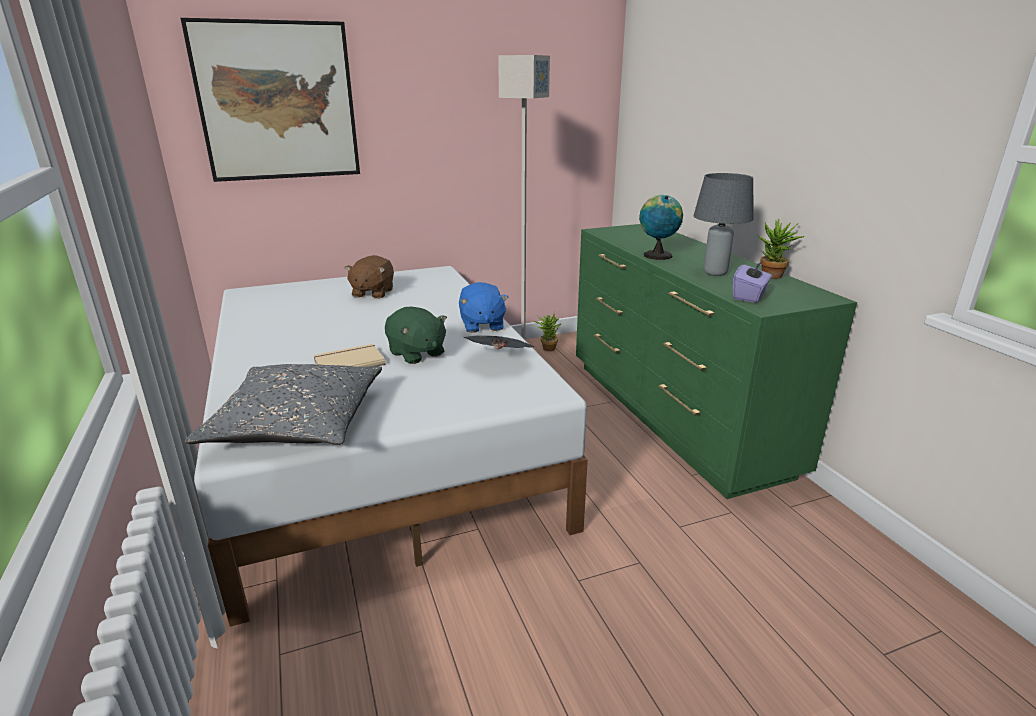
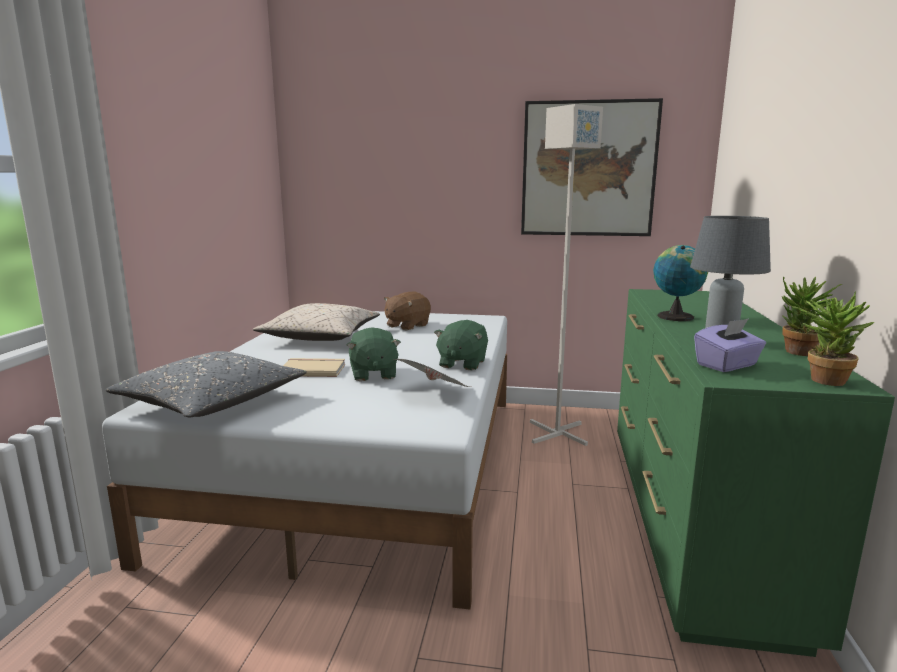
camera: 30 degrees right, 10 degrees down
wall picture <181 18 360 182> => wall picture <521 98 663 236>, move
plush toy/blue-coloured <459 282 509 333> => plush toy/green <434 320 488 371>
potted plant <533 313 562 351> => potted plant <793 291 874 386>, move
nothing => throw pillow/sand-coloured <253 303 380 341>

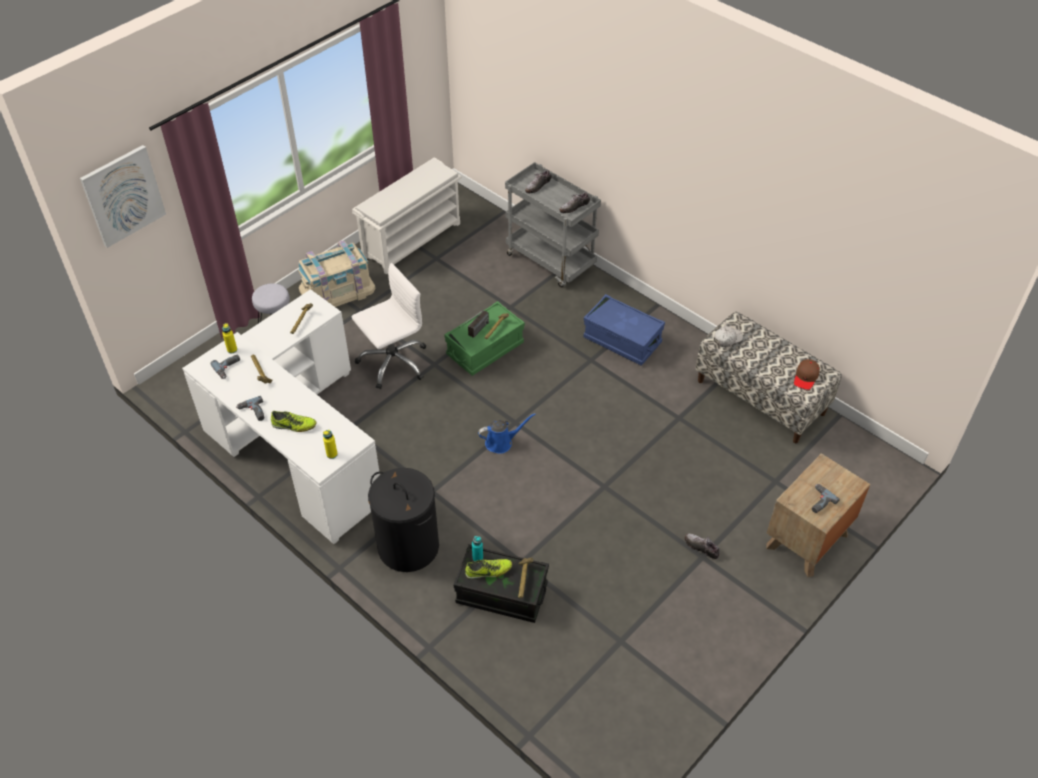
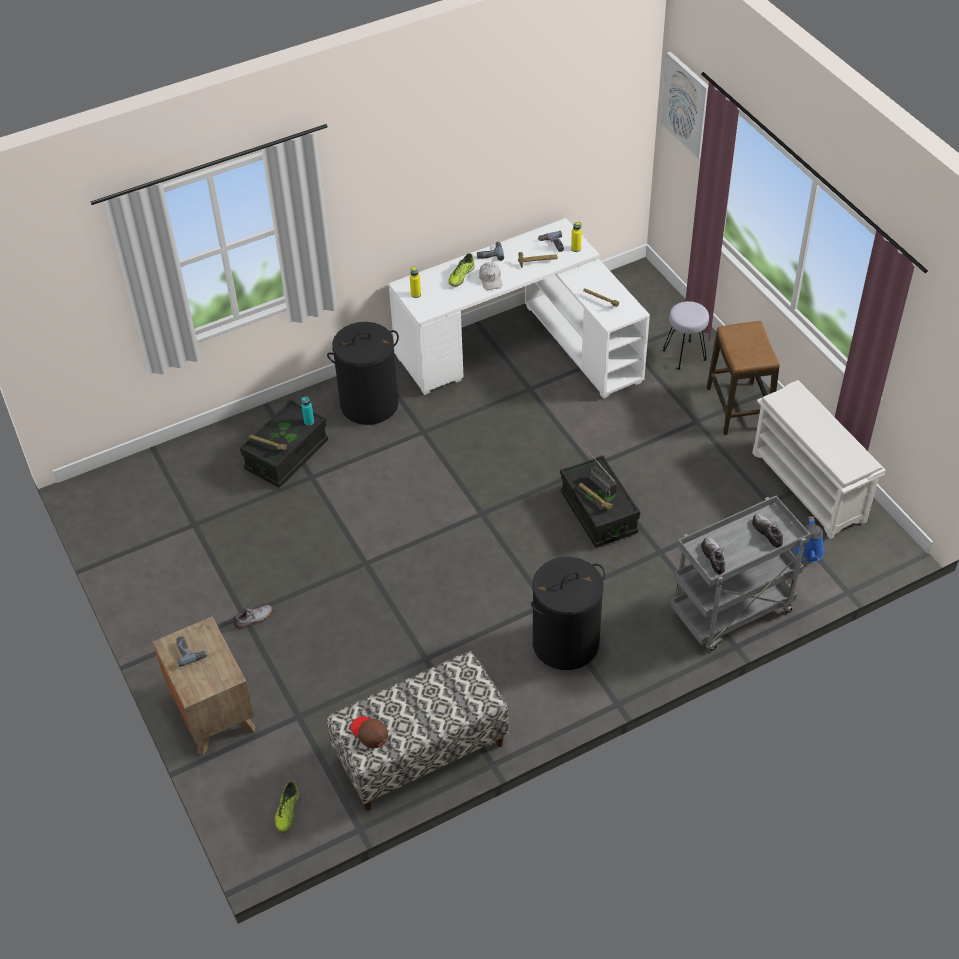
camera: 110 degrees right, 0 degrees up
storage bin/sand-coloured <298 240 375 307> => stool seat <707 321 780 435>
computer chair/whitish <352 263 426 389> => nothing
storage bin/green <444 301 525 376> => storage bin/black <560 455 640 548>
shoe <465 559 512 579> => shoe <275 781 299 832>, move
watering pot/blue-coloured <478 413 536 454> => watering pot/blue-coloured <794 516 824 562>, move
storage bin/blue-coloured <583 294 665 366> => hamper/black <531 557 605 670>
peaked cap/whitish <714 326 743 347> => peaked cap/whitish <479 262 502 290>, move

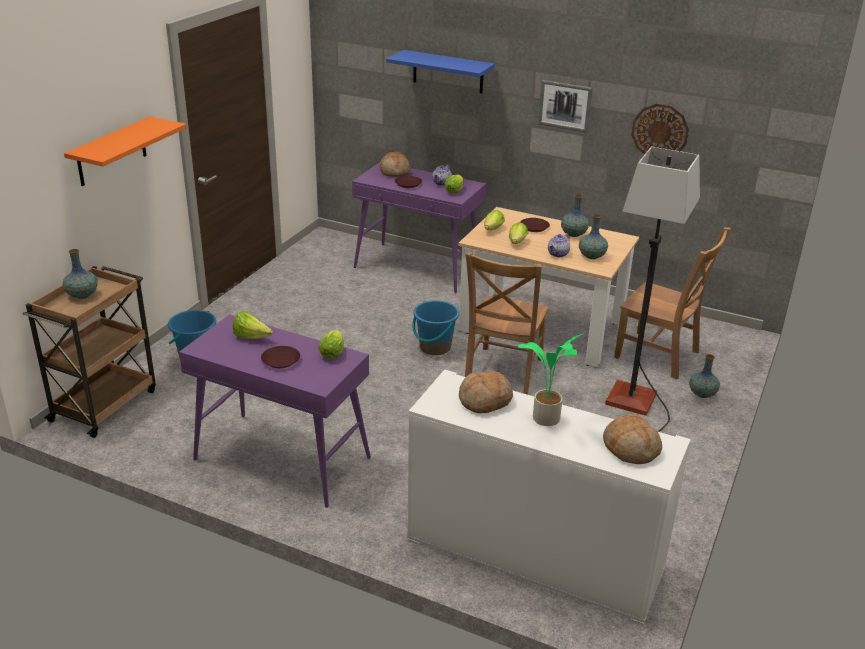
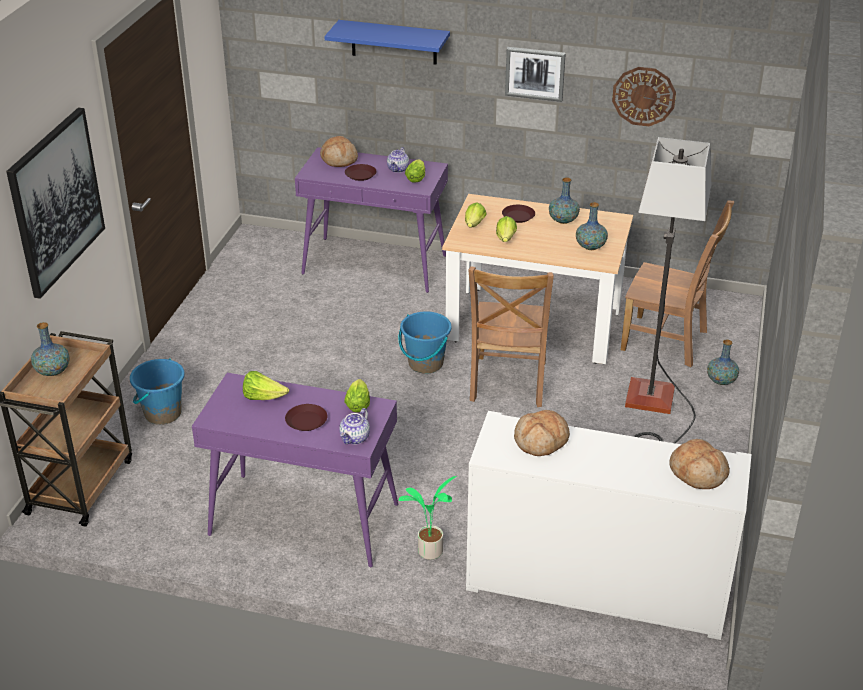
camera: 10 degrees left, 5 degrees up
wall shelf/orange-coloured <64 116 187 186> => wall picture <6 108 105 299>
potted plant <518 334 583 426> => potted plant <399 476 457 560>, move
teapot <548 233 570 257> => teapot <339 408 370 444>, move

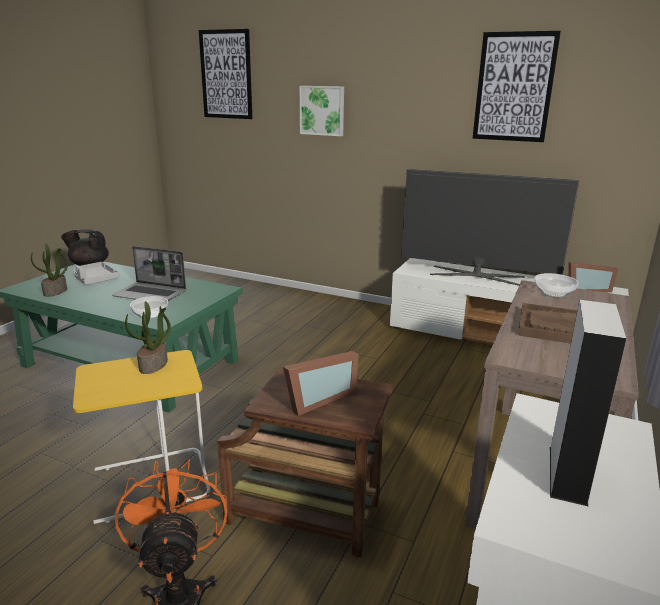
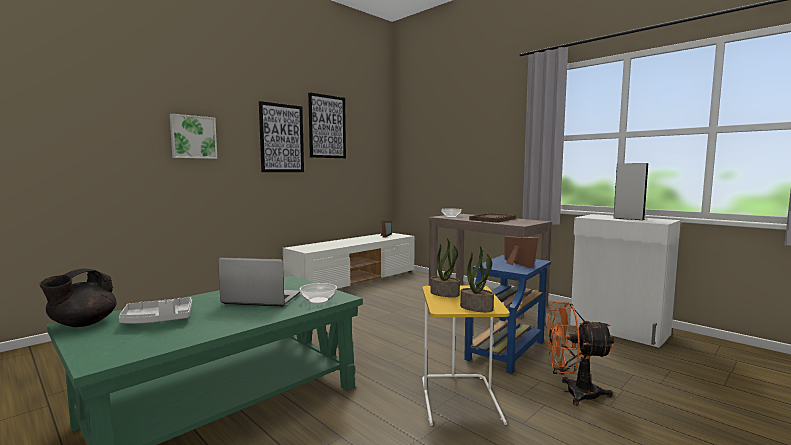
camera: 70 degrees left, 15 degrees down
potted plant <31 244 68 297> => potted plant <460 246 494 312>, move
laptop <112 246 186 301> => laptop <218 257 300 307>, 120 degrees counterclockwise
wall picture <199 29 252 119> => wall picture <259 101 304 172>, move
side table/brownish <217 366 393 558> => side table/blue-coloured <464 255 551 374>
TV set <401 169 579 286> => nothing

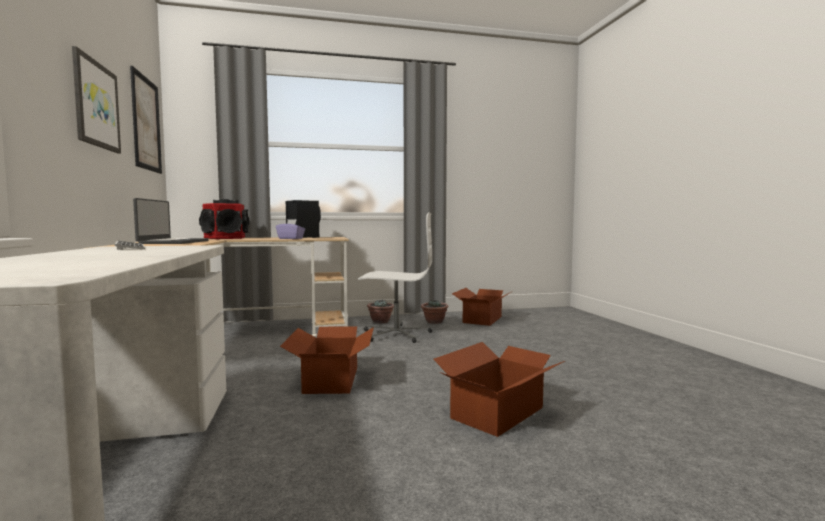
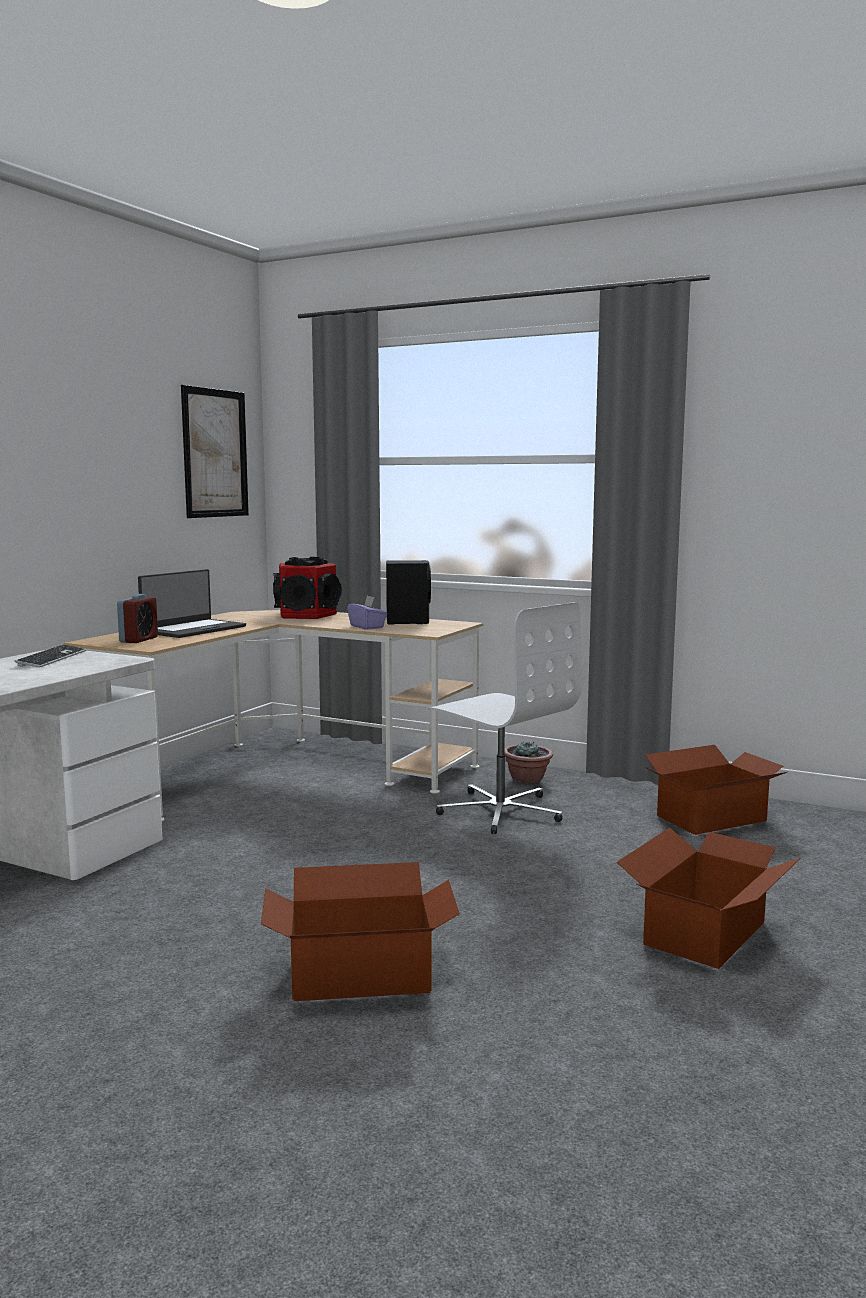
camera: 40 degrees right, 5 degrees up
wall picture <72 46 121 153> => nothing
cardboard box <280 326 374 394> => cardboard box <617 827 801 969>, move
potted plant <421 299 449 324> => nothing
nothing => bedside clock <117 594 158 643>

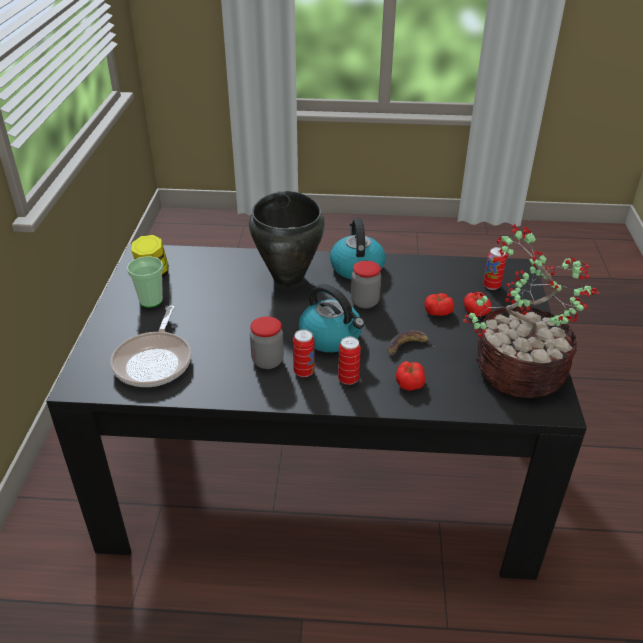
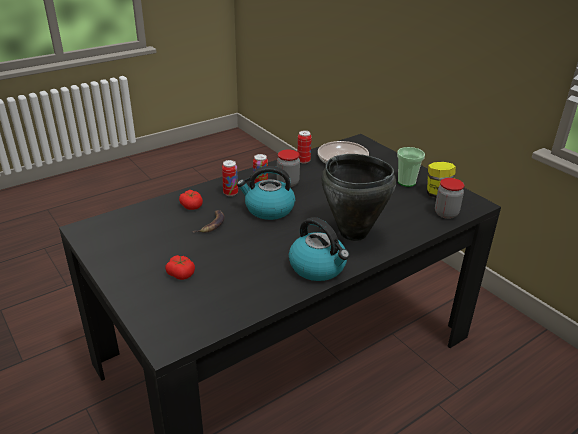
camera: 140 degrees right, 5 degrees down
storage jar <351 261 381 309> => storage jar <435 178 464 219>, move
fresh tomato <425 293 454 316> => nothing
potted plant <463 224 600 398> => nothing
sealed can <483 247 507 290> => sealed can <297 130 312 164>, move

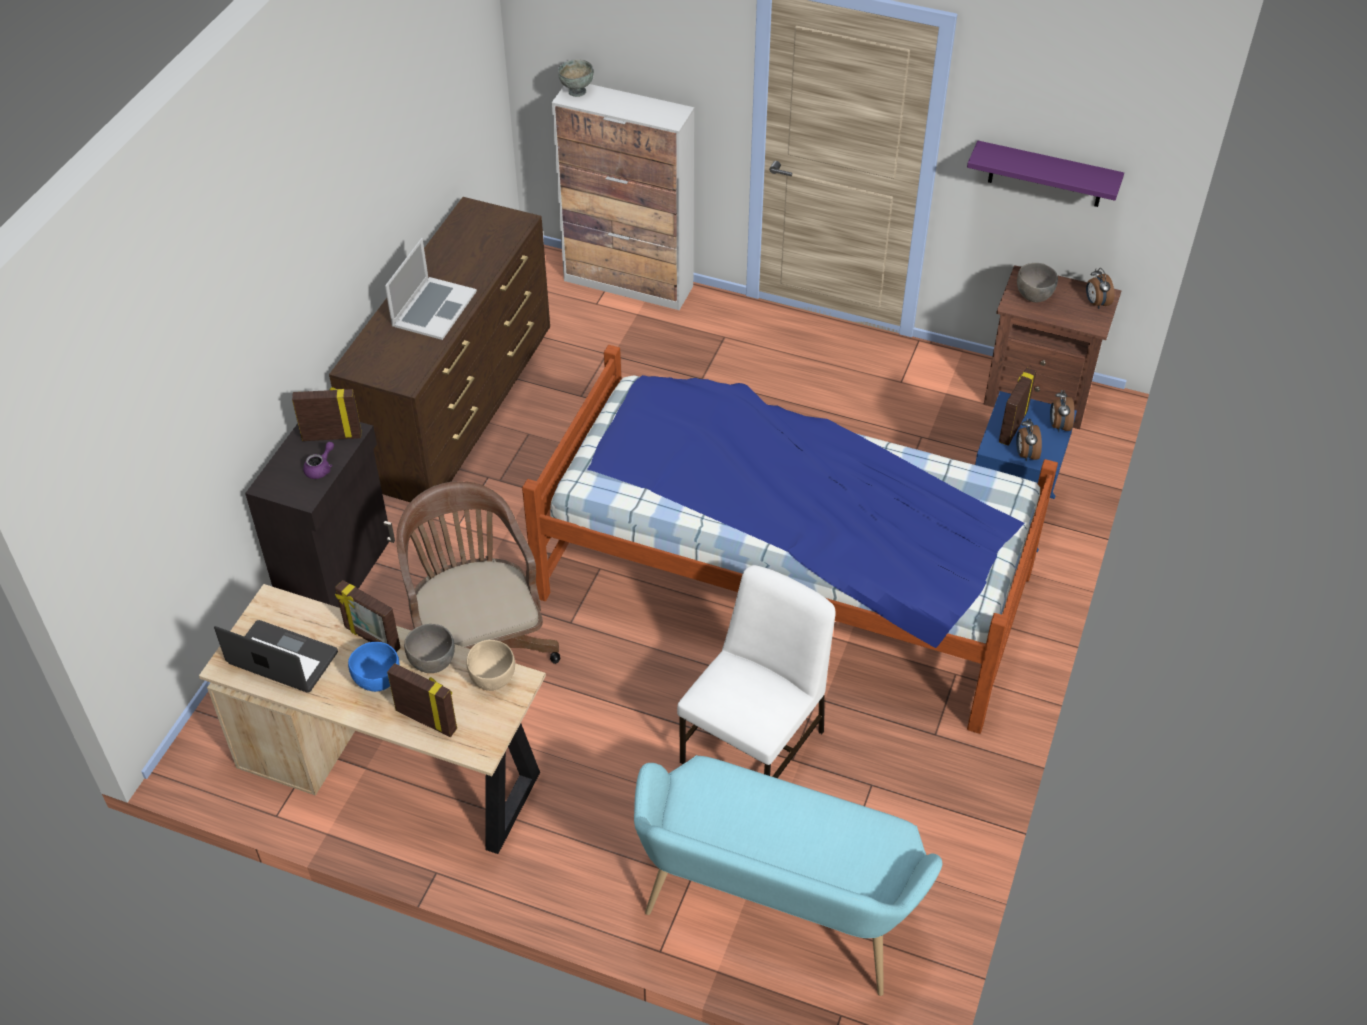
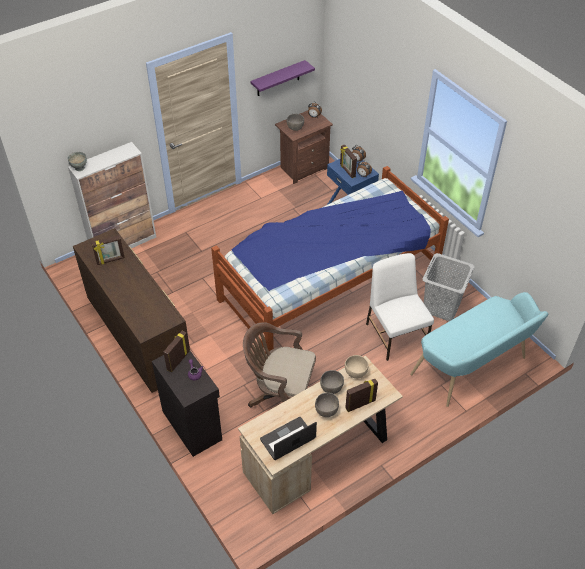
camera: 55 degrees left, 0 degrees up
picture frame <335 580 401 652> => picture frame <91 235 125 265>, move
deep dish/blue-coloured <348 642 400 692> => deep dish/grey <315 393 339 417>
laptop <385 238 477 340> => nothing
nothing => hamper/grey <423 253 475 321>

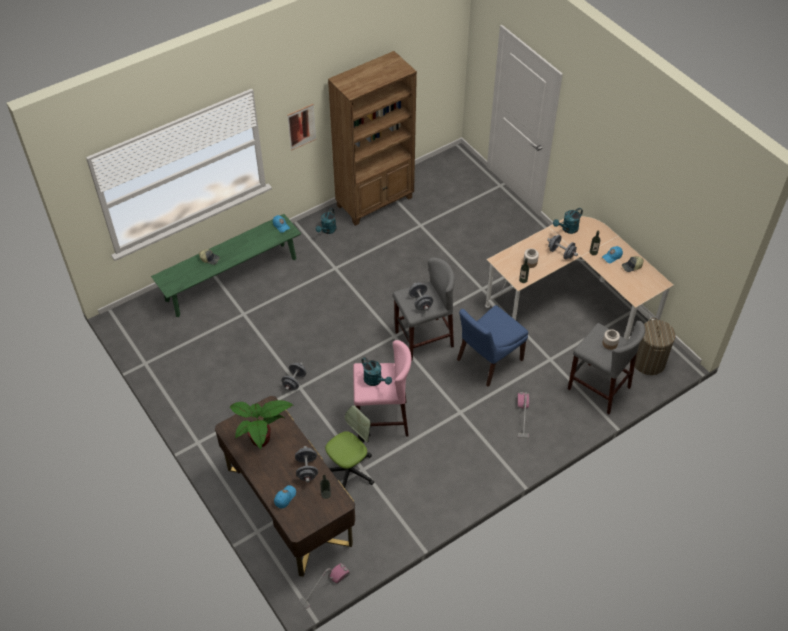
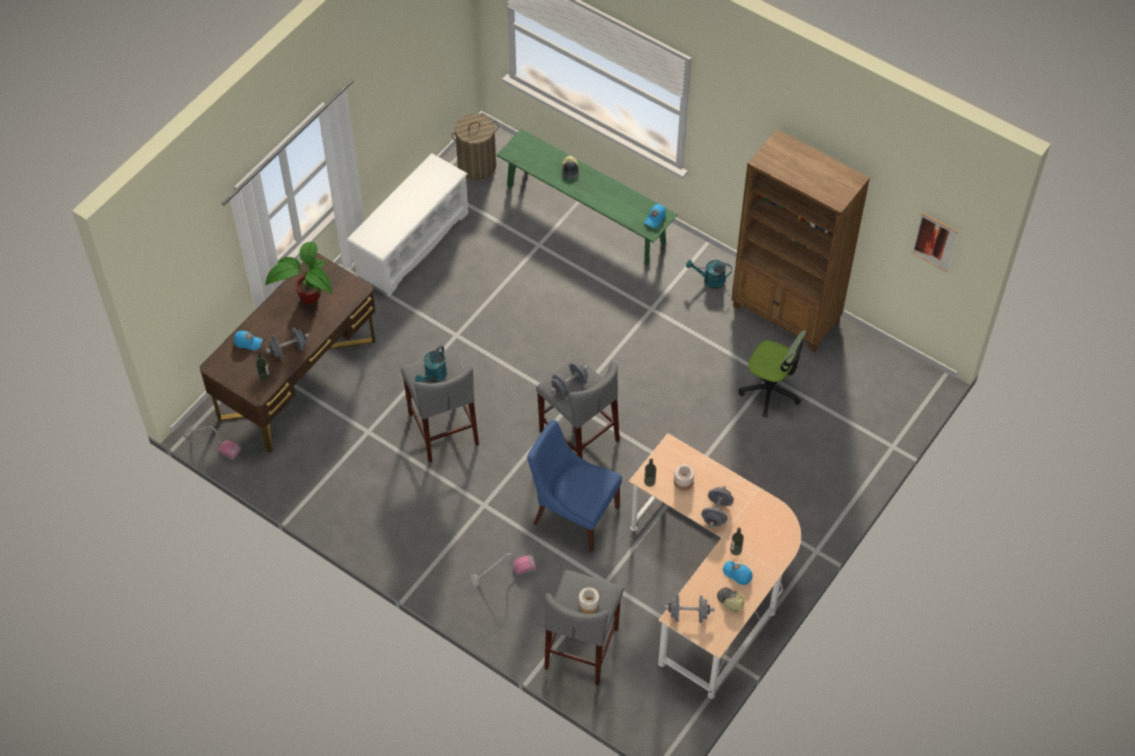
camera: 70 degrees right, 5 degrees up
free weight/grey <281 363 307 391> => free weight/grey <664 594 714 623>, move
wall picture <287 104 316 151> => wall picture <912 213 959 272>, move
computer chair <325 405 374 488> => computer chair <739 330 807 418>, move
stool seat/pink-coloured <353 340 411 438> => stool seat/grey <401 350 479 462>
watering pot/blue-green <553 208 583 234> => nothing
hamper <635 318 676 375> => hamper <451 114 499 180>, move
nothing => shoe rack/whitish <346 153 468 297>

